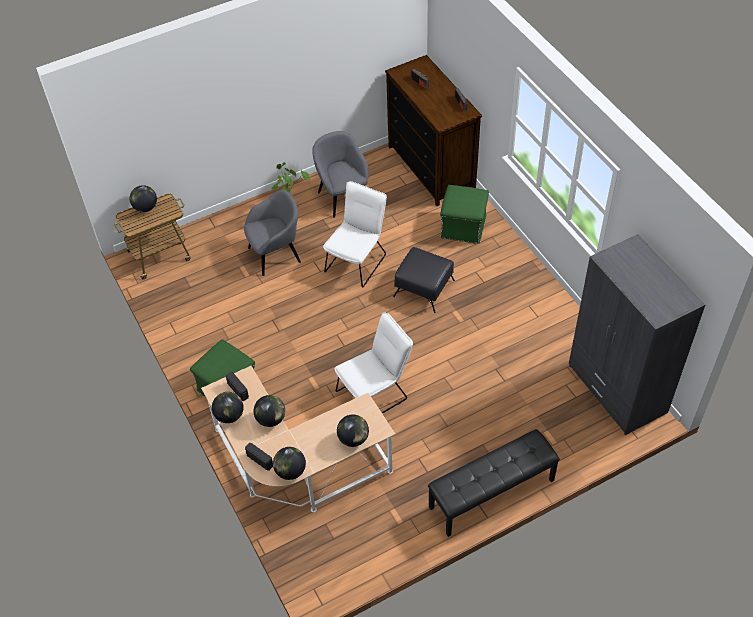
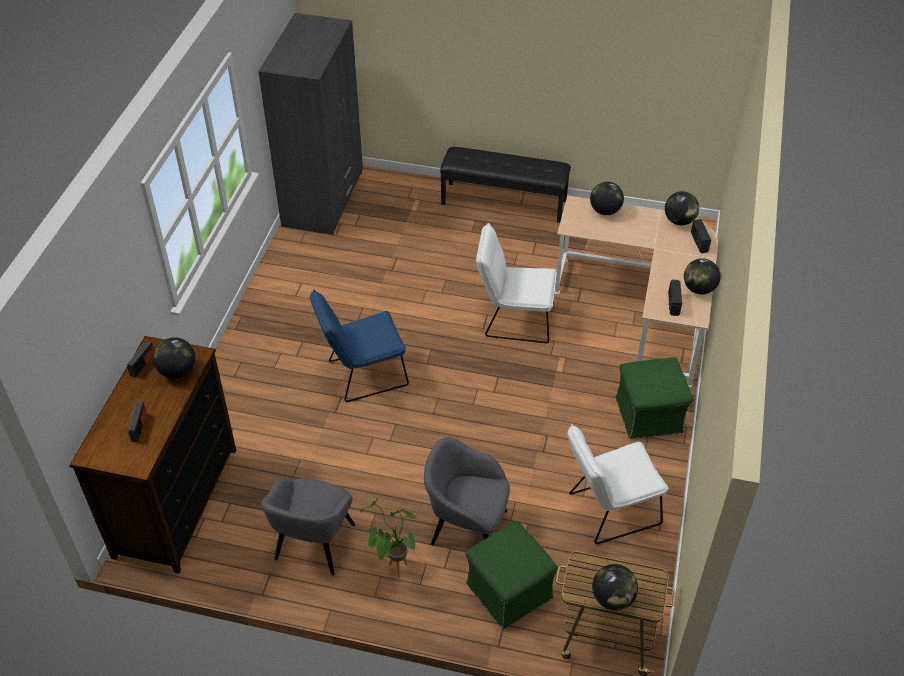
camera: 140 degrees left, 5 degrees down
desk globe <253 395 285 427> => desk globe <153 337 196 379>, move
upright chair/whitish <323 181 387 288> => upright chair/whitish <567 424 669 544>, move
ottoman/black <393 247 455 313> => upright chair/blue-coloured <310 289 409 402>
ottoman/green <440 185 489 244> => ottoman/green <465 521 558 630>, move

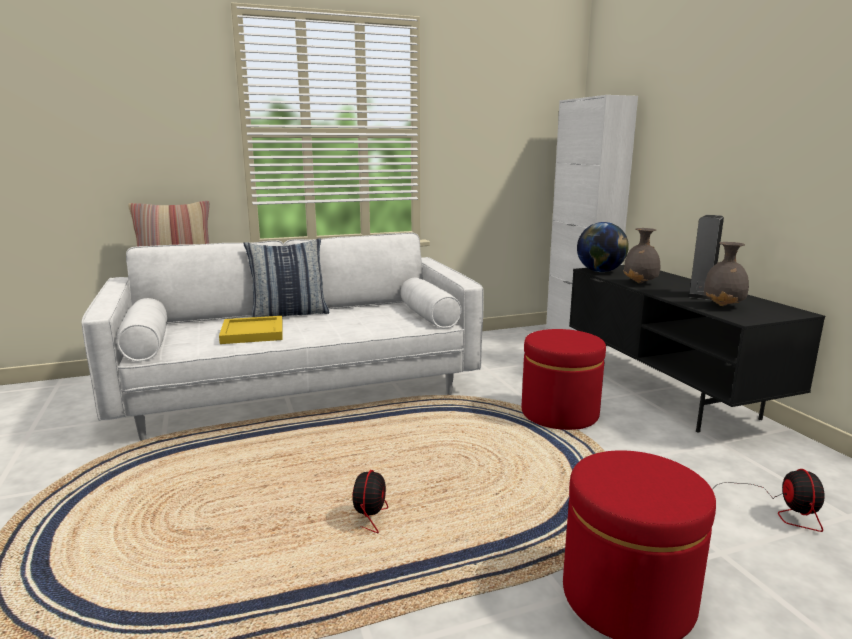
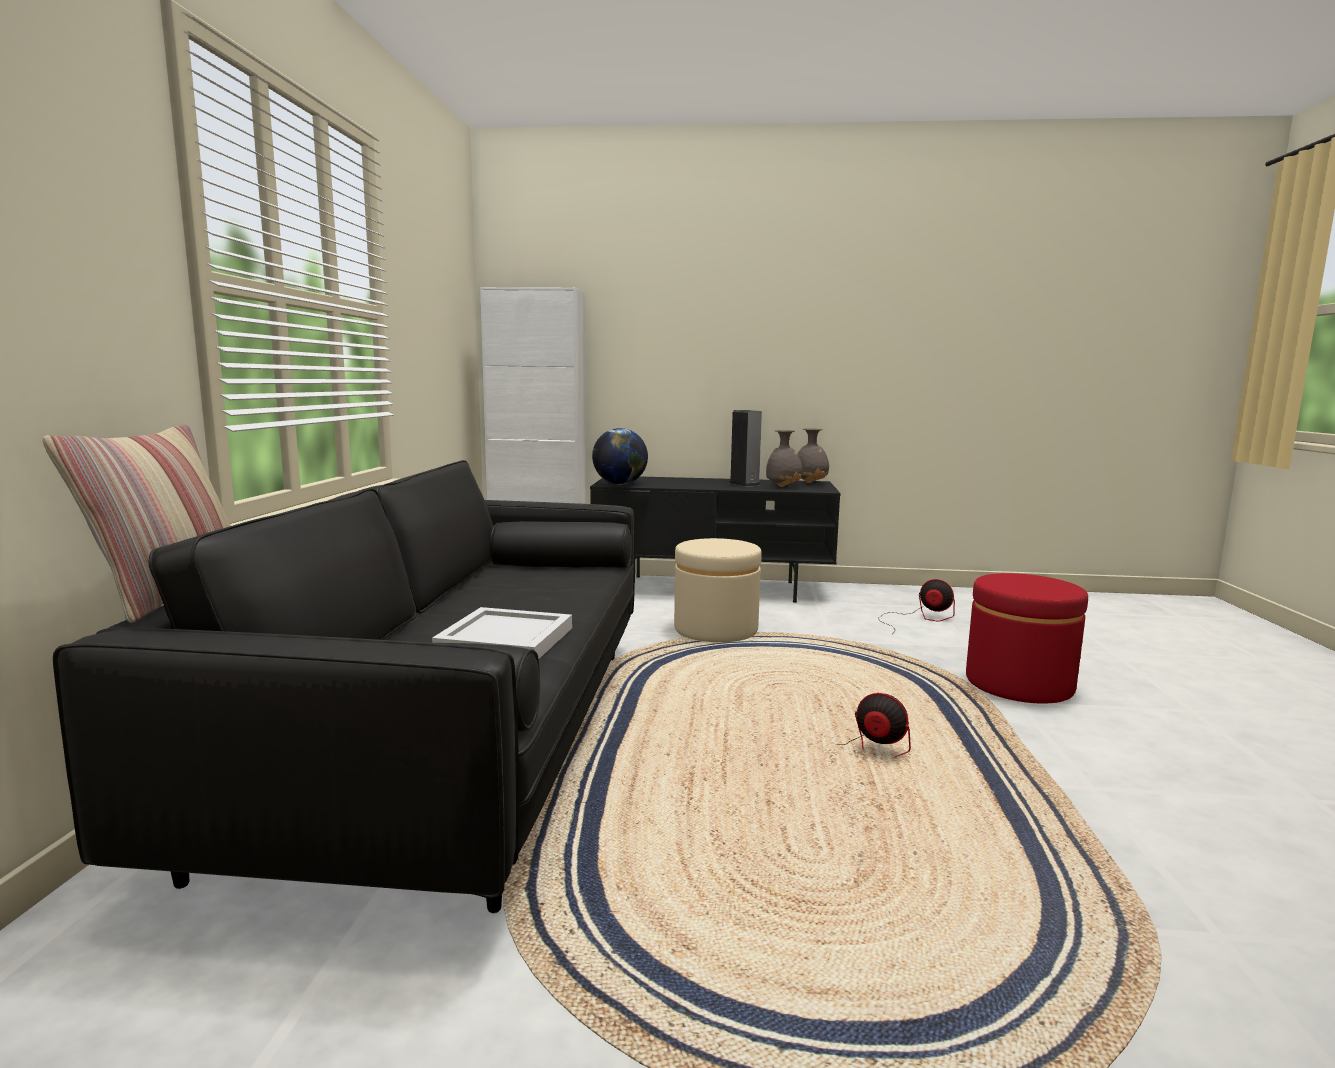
camera: 65 degrees left, 5 degrees down
couch/whitish <82 233 484 441> => couch/black <53 460 635 913>
tray/yellow <219 316 283 344> => tray/whitish <432 607 572 659>
throw pillow <244 238 329 317> => nothing
ottoman/red <522 329 606 430> => ottoman/sand-coloured <674 538 762 642>
vase/grey <623 228 660 283> => vase/grey <797 428 829 483>, move

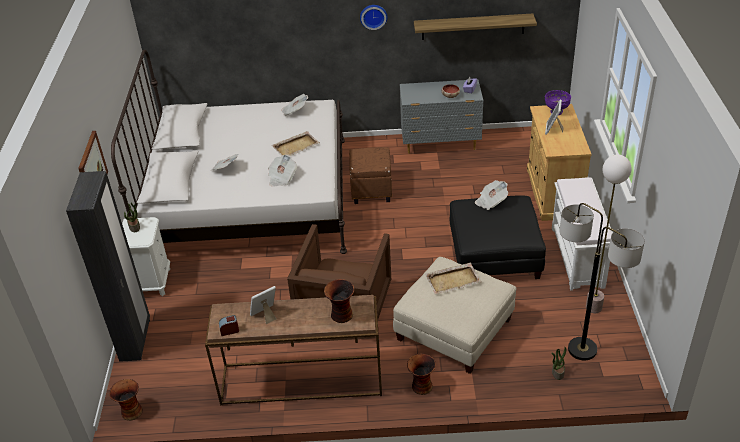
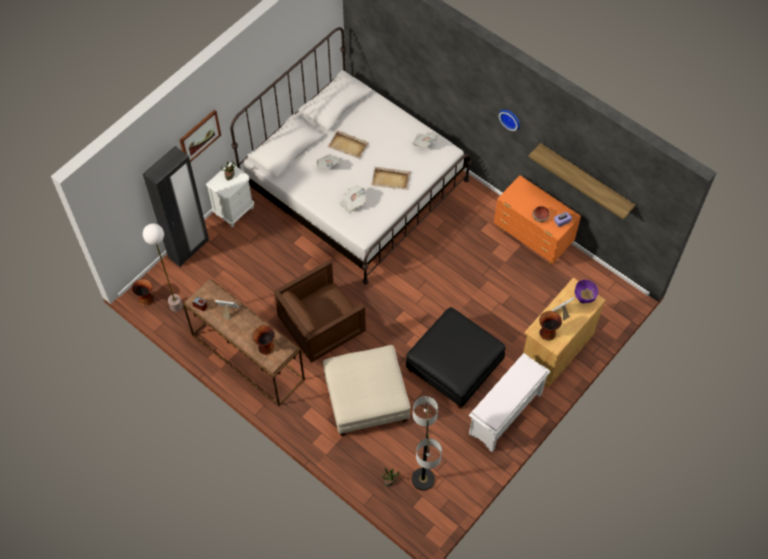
camera: 40 degrees right, 20 degrees up
ottoman/brownish <349 147 392 204> => nothing
drawer chest/grey <400 79 483 154> => drawer chest/orange-coloured <494 175 581 265>
vase <407 354 436 395> => vase <539 311 562 341>, move
tray/sand-coloured <425 263 482 295> => tray/sand-coloured <327 130 369 159>, move
daily paper <475 180 508 210> => nothing
standing lamp <586 155 631 313> => standing lamp <143 223 183 312>, move

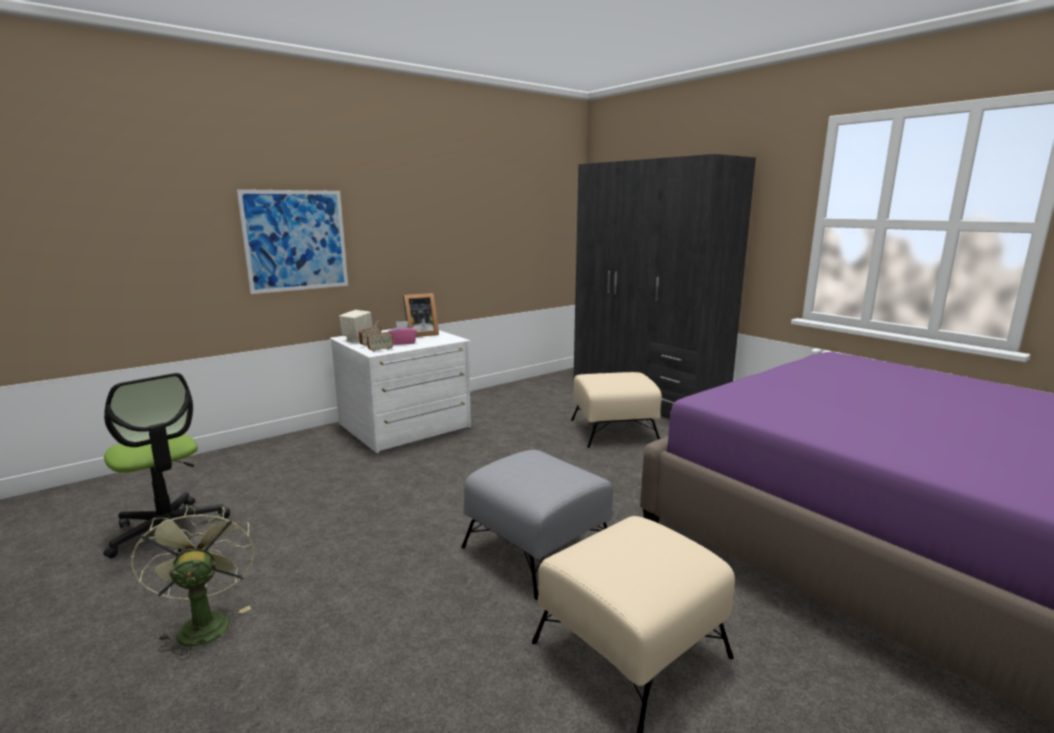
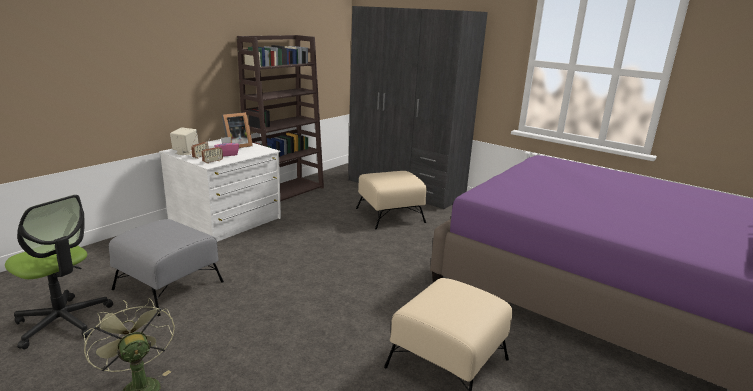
camera: 15 degrees left, 5 degrees up
wall picture <237 189 348 294> => nothing
ottoman/grey <461 450 613 600> => ottoman/grey <109 219 224 316>, move
nothing => bookcase/brownish <237 35 324 201>

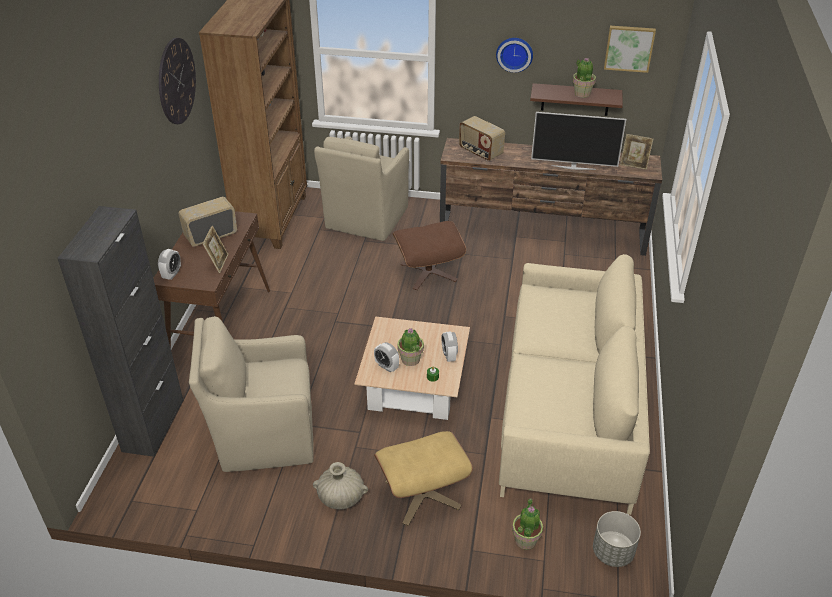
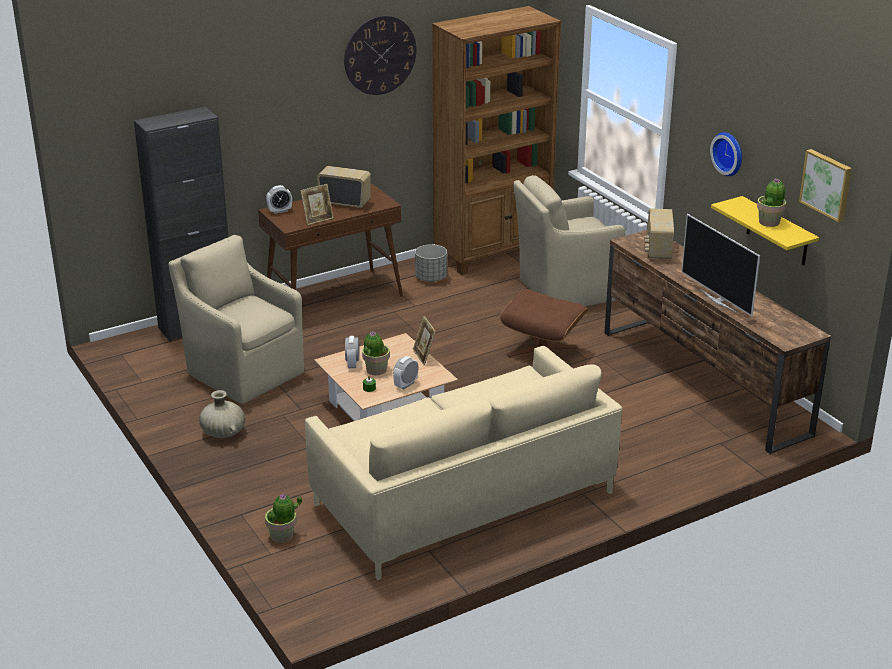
camera: 50 degrees right, 10 degrees down
ottoman/sand-coloured <374 431 473 526> => nothing
wall shelf/brownish <530 83 623 116> => wall shelf/yellow <711 196 819 266>
plant pot/grey <593 511 641 567> => plant pot/grey <415 244 447 282>, move
picture frame <620 134 653 170> => picture frame <413 316 436 365>, move

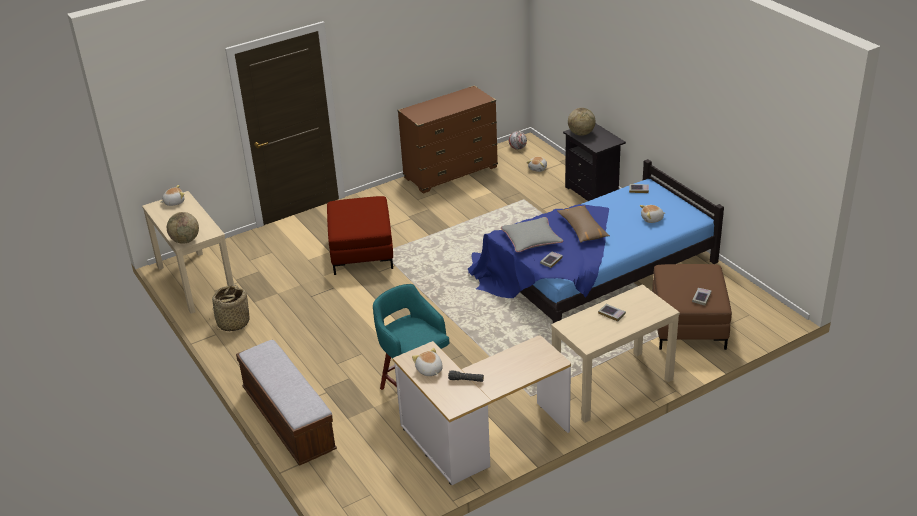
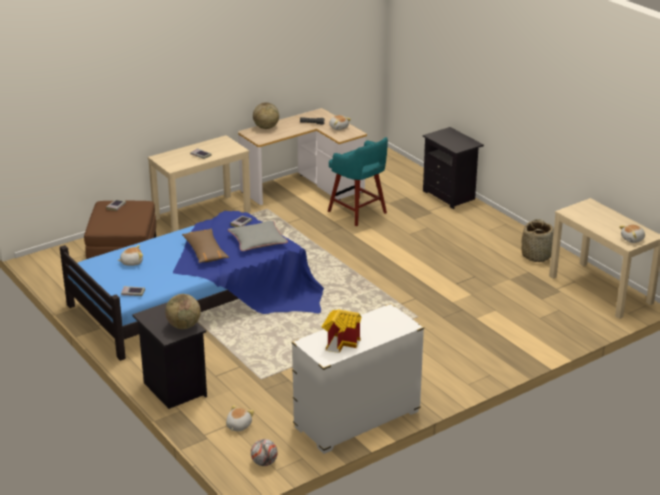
camera: 175 degrees right, 5 degrees down
desk globe <167 212 199 244> => desk globe <253 102 279 129>, move
bench <236 340 337 465> => night table/black <423 127 484 209>
ottoman/red <327 196 393 275> => nothing
drawer chest/brownish <398 85 498 194> => drawer chest/whitish <292 303 424 454>
nothing => miniature house <321 309 362 353>

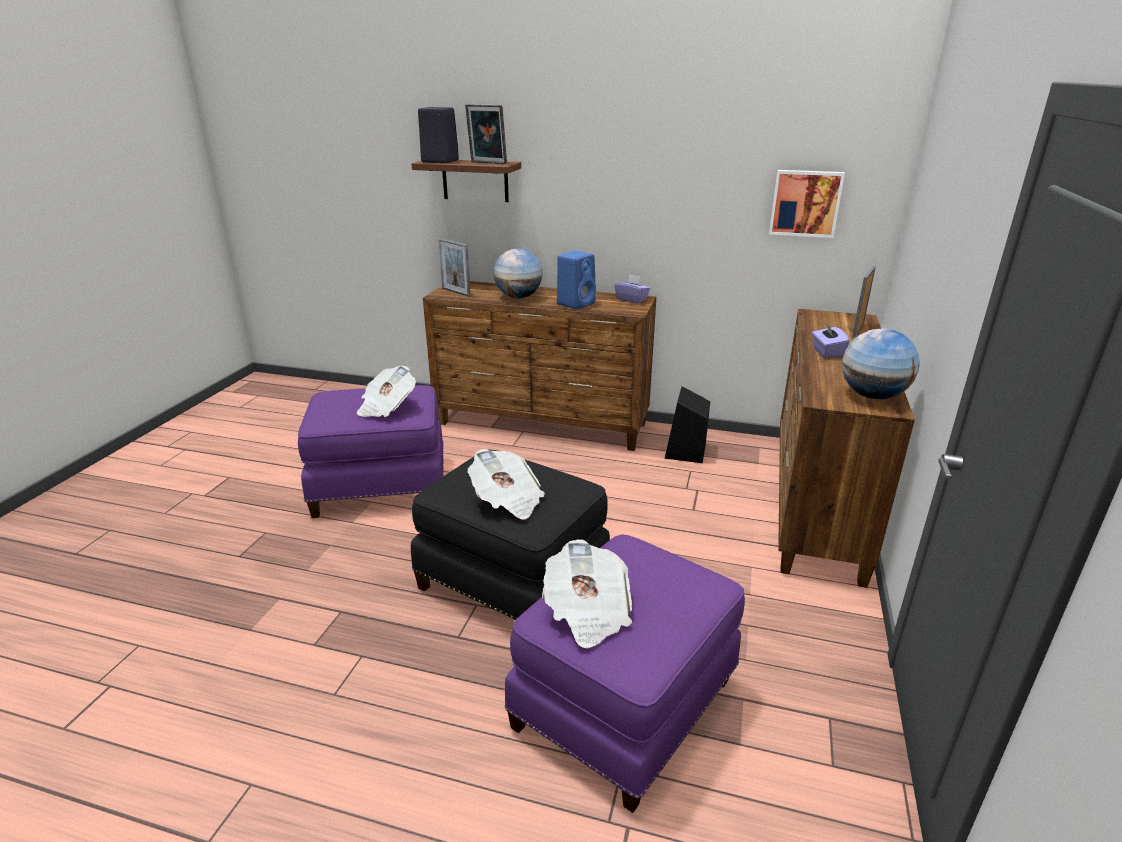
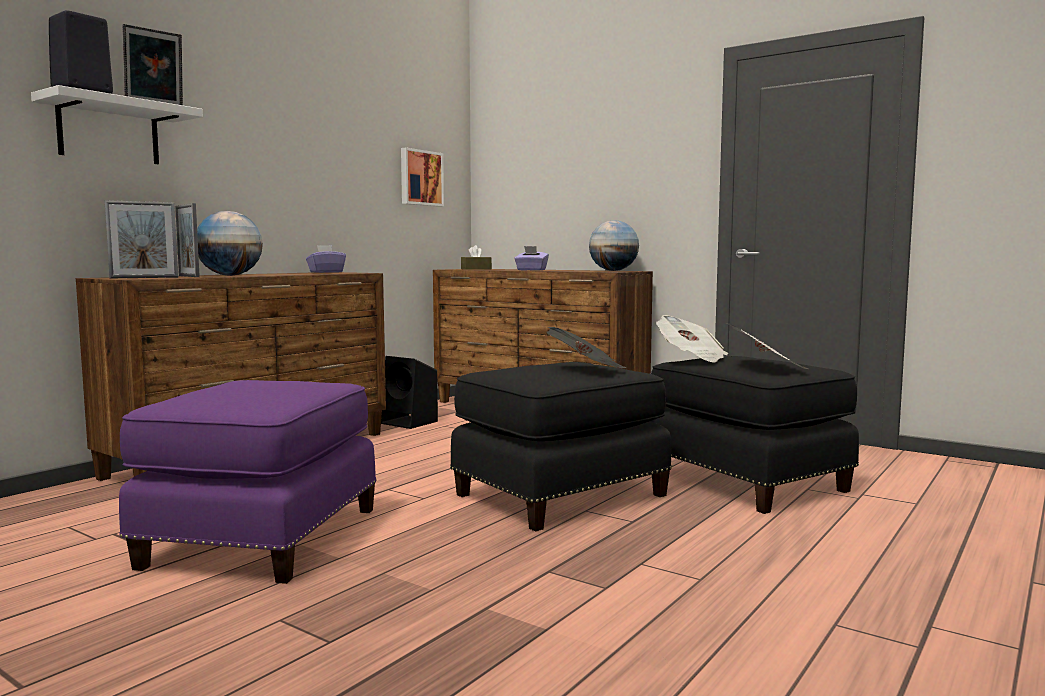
camera: 70 degrees left, 20 degrees down
daily paper <357 366 416 417> => daily paper <656 315 728 362>, move
wall shelf/brownish <411 160 521 202> => wall shelf/whitish <31 85 203 164>
ottoman/purple-coloured <505 534 745 813> => ottoman/black <649 356 859 514>
speaker/blue-coloured <557 250 596 309> => nothing
picture frame <852 266 876 337> => picture frame <175 203 200 277>, move
nothing => tissue box/brownish <461 245 492 270>

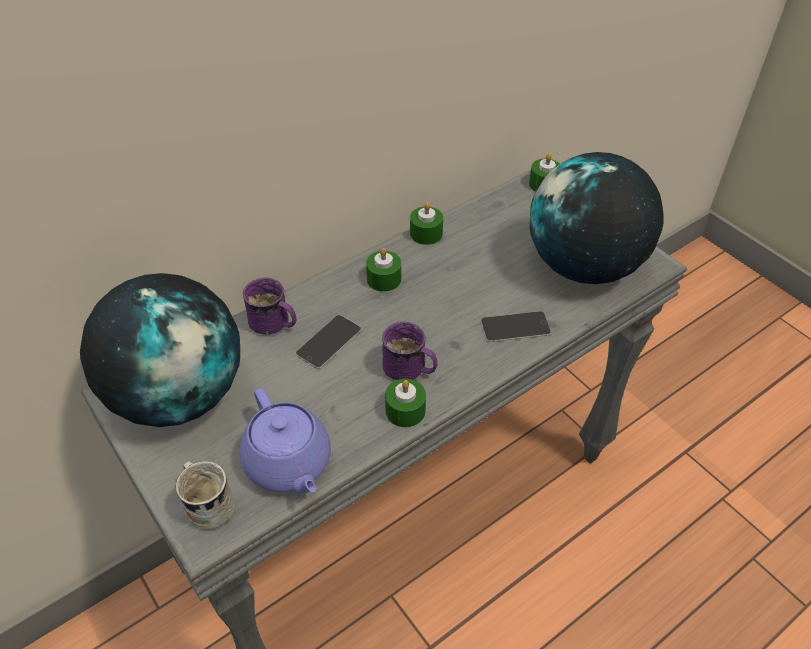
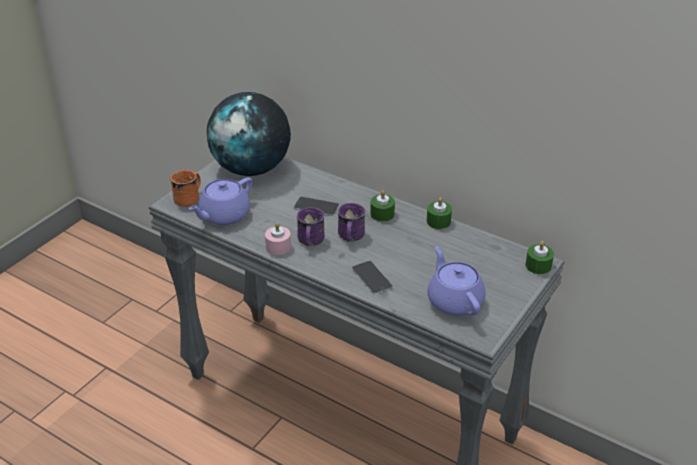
camera: 70 degrees right, 10 degrees down
coffee mug/whitish <175 461 235 530> => coffee mug/orange-coloured <170 170 201 207>
coffee mug/purple-coloured <243 278 297 335> => coffee mug/purple-coloured <338 203 365 242>, move
wax light/green <385 379 426 427> => wax light/pink-coloured <265 223 291 255>
desk globe <530 152 664 284> => teapot/purple-coloured <427 246 486 316>

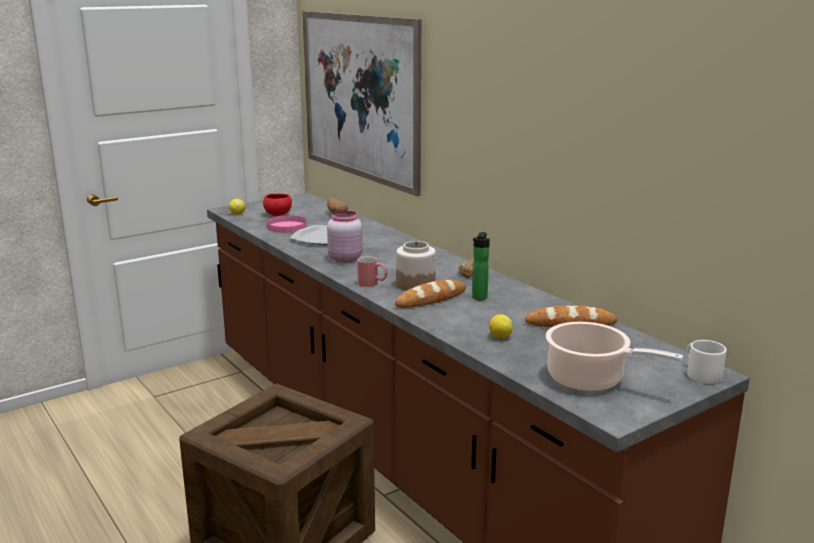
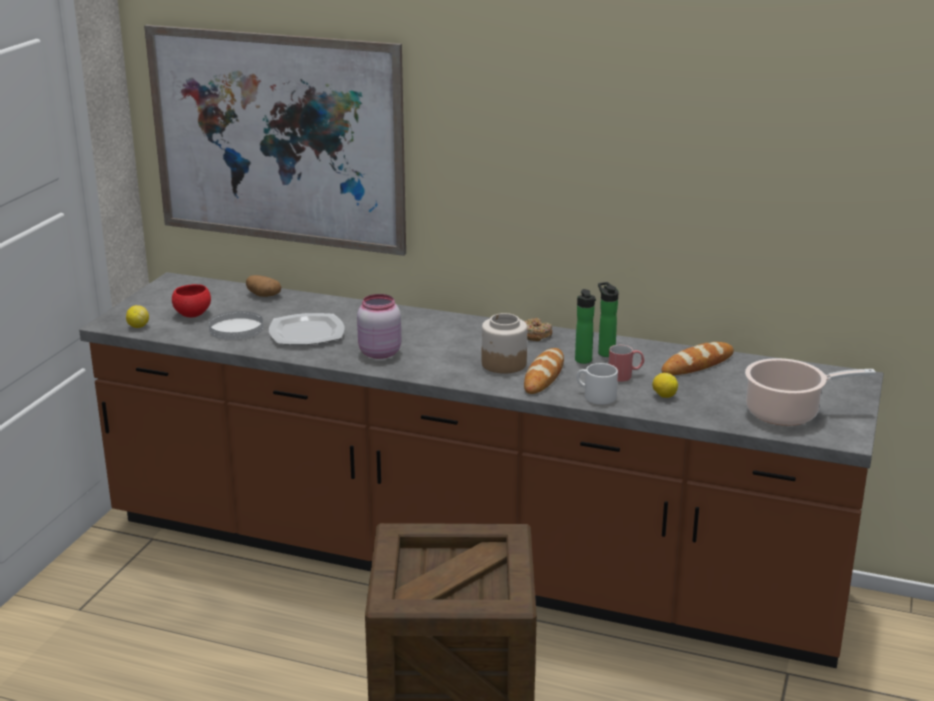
camera: 35 degrees left, 5 degrees up
dinner plate/pink-coloured <267 216 307 233> => dinner plate/whitish <209 311 263 340>
coffee mug/red <357 256 387 287> => coffee mug/red <609 345 644 382>, move
coffee mug/whitish <686 340 727 384> => coffee mug/whitish <576 363 618 405>, move
nothing => beverage bottle <598 282 618 357>

